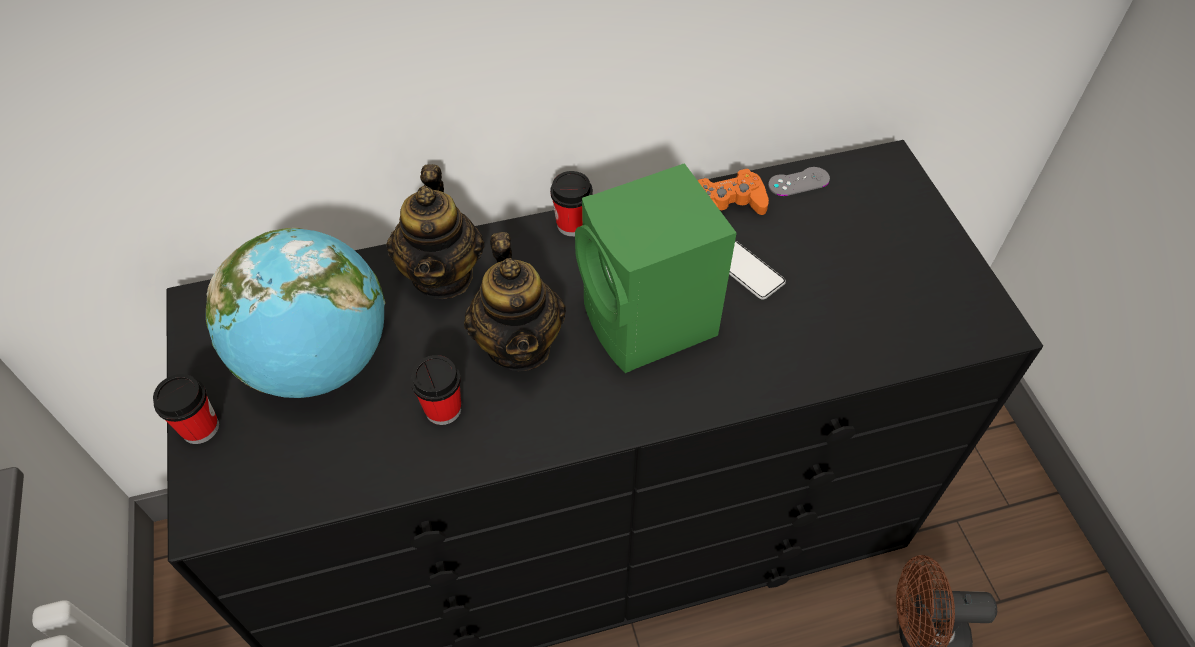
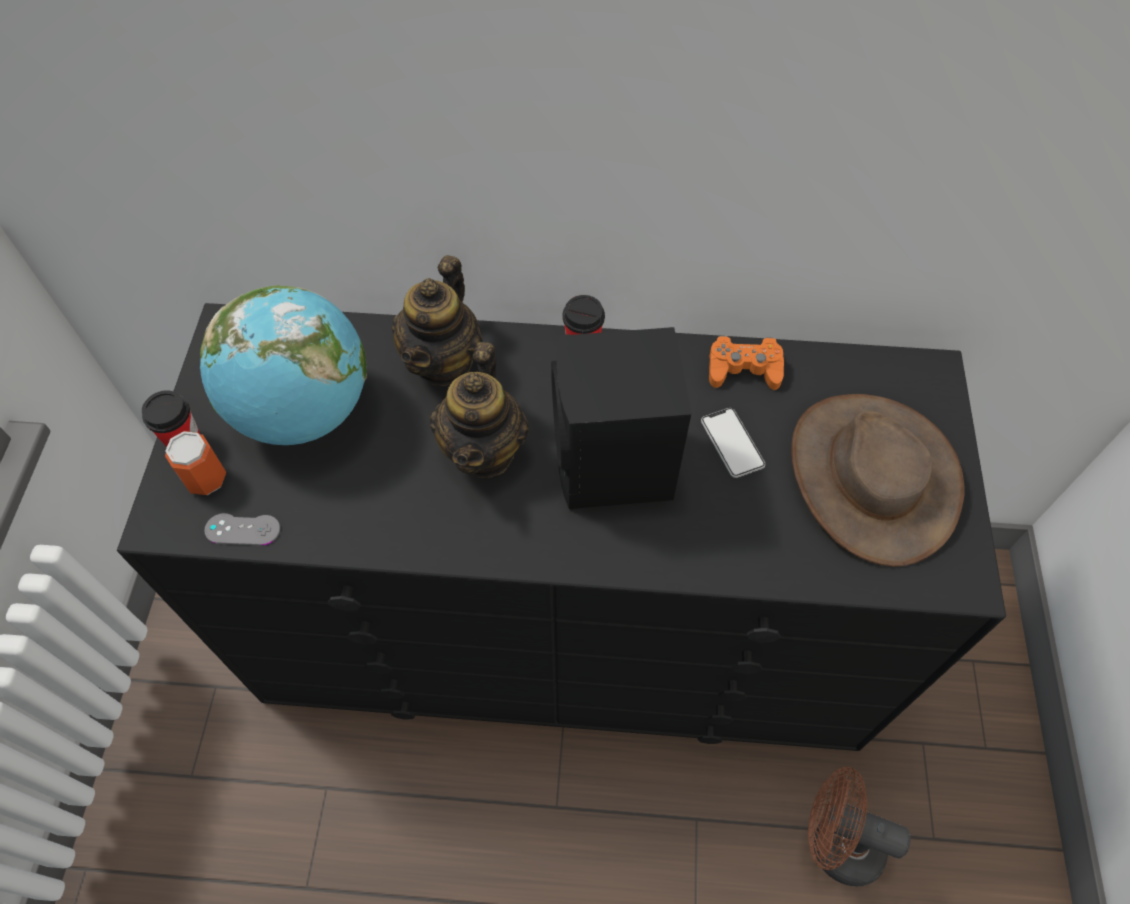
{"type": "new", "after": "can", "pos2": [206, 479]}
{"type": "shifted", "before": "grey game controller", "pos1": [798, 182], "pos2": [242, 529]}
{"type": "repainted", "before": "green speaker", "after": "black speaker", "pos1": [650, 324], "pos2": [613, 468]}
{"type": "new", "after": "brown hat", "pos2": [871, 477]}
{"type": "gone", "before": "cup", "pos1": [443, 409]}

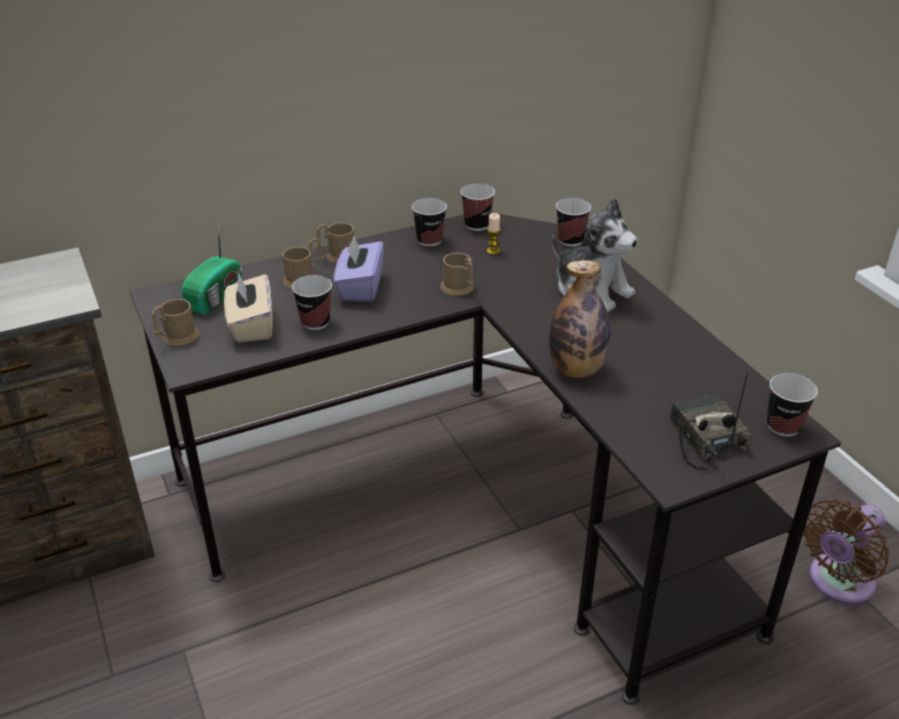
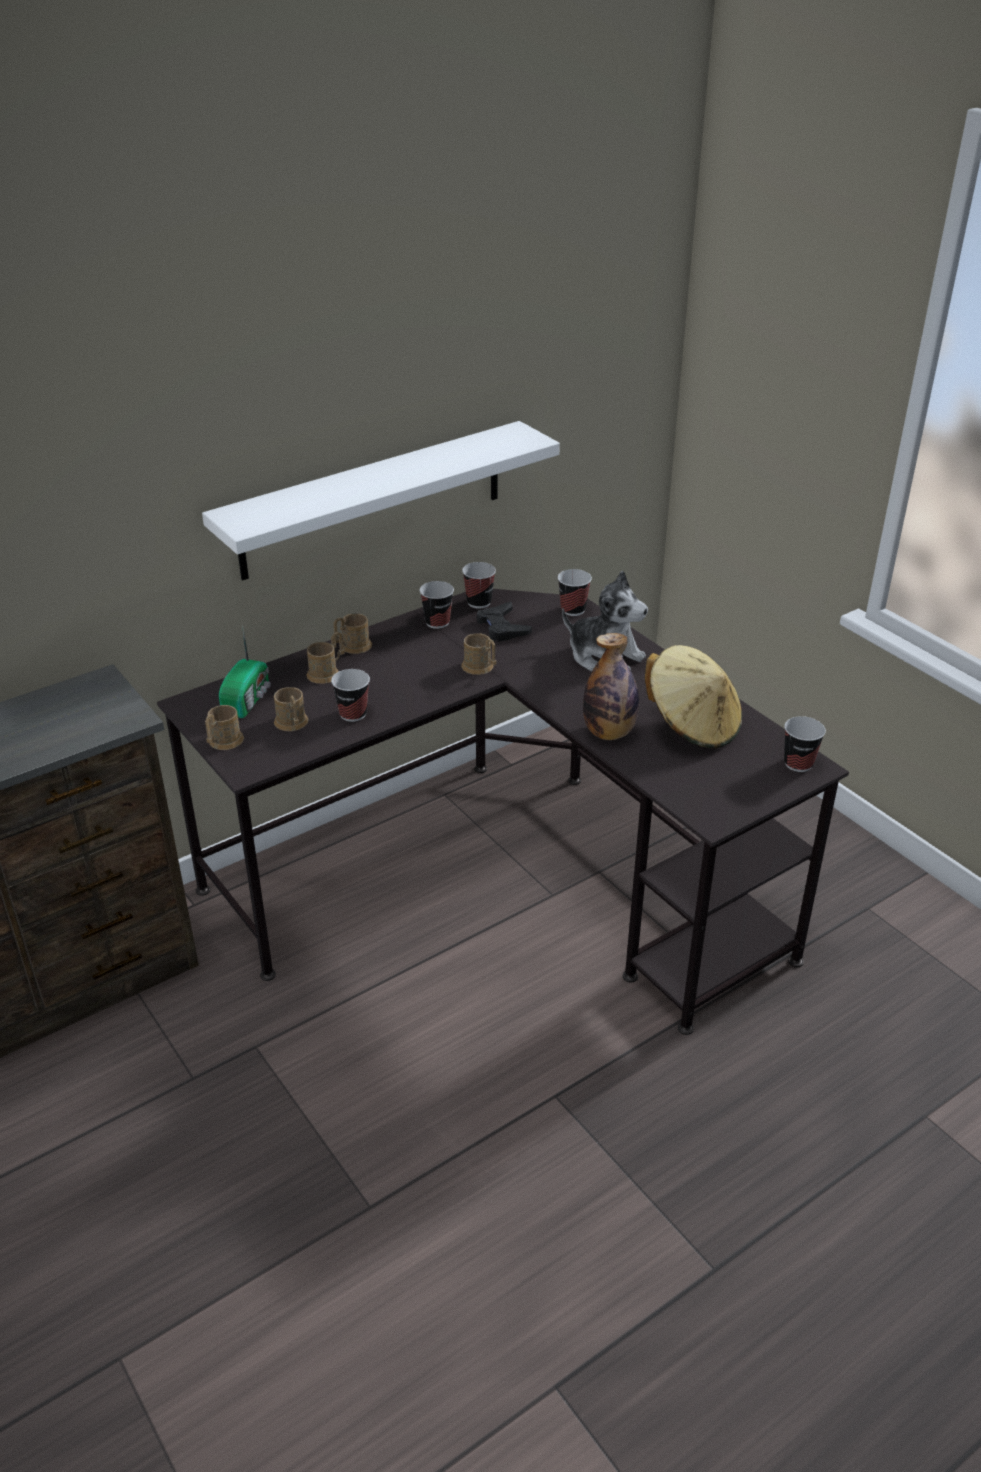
{"type": "new", "after": "white shelf", "pos2": [373, 500]}
{"type": "swapped", "before": "beige tissue box", "after": "brown mug", "pos1": [251, 326], "pos2": [292, 724]}
{"type": "swapped", "before": "candle", "after": "black game controller", "pos1": [493, 251], "pos2": [502, 627]}
{"type": "new", "after": "beige hat", "pos2": [692, 725]}
{"type": "gone", "before": "purple tissue box", "pos1": [360, 287]}
{"type": "gone", "before": "radio", "pos1": [703, 438]}
{"type": "gone", "before": "brown fan", "pos1": [837, 583]}

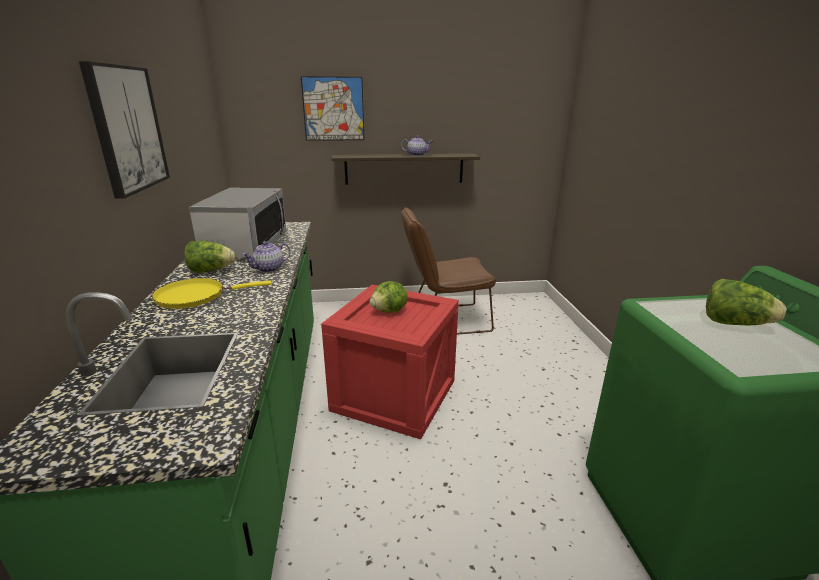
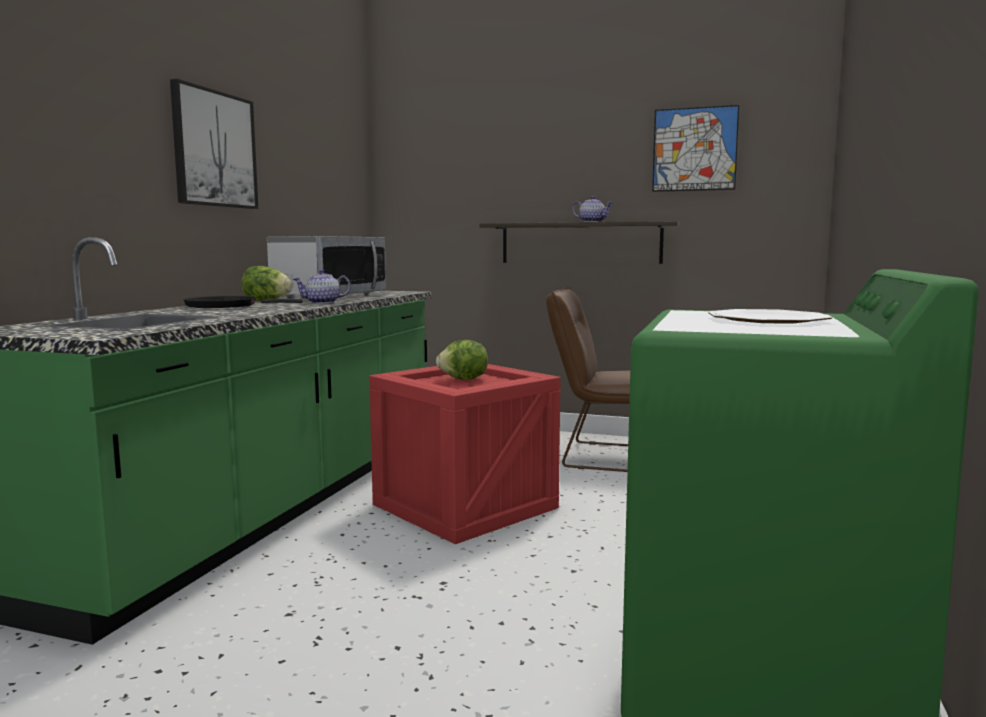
{"type": "repainted", "before": "yellow frying pan", "after": "black frying pan", "pos1": [195, 296], "pos2": [226, 306]}
{"type": "shifted", "before": "picture", "pos1": [333, 109], "pos2": [694, 149]}
{"type": "swapped", "before": "lettuce", "after": "plate", "pos1": [734, 323], "pos2": [767, 319]}

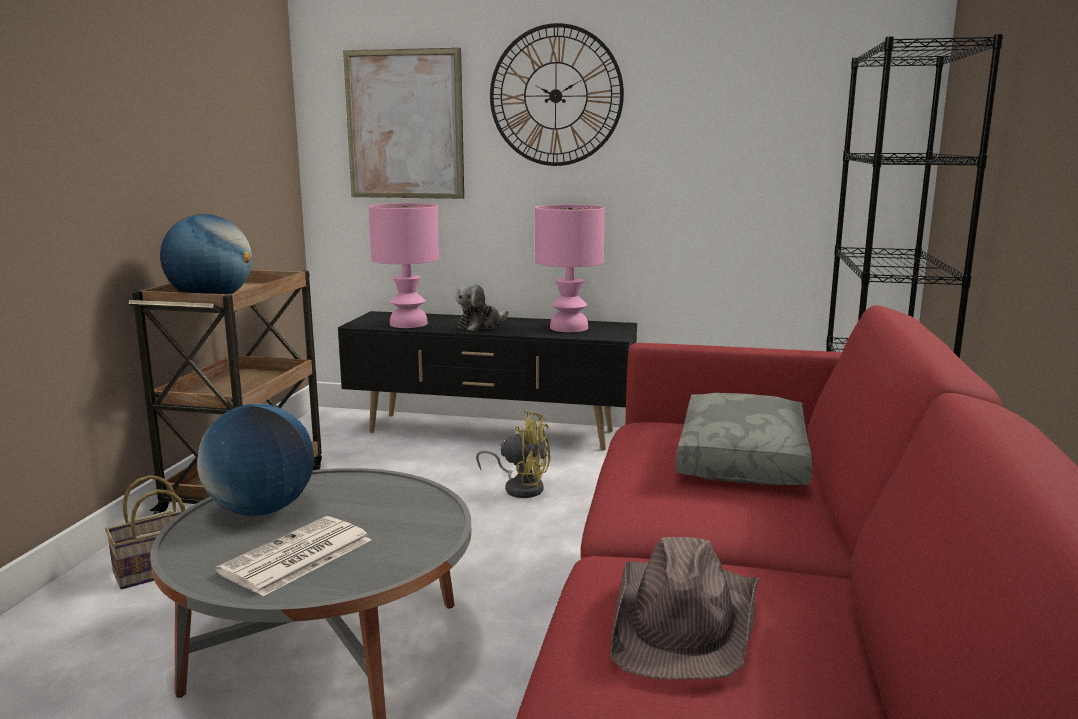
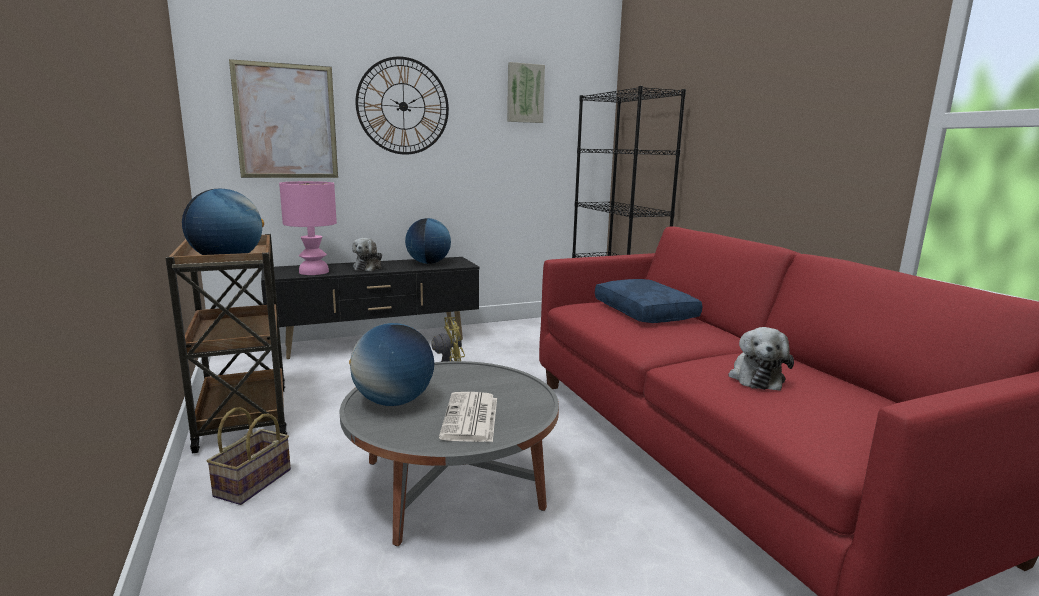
{"type": "swapped", "before": "pink table lamp", "after": "globe", "pos1": [568, 328], "pos2": [428, 263]}
{"type": "new", "after": "picture", "pos2": [524, 93]}
{"type": "repainted", "before": "grey pillow", "after": "blue pillow", "pos1": [745, 459], "pos2": [646, 312]}
{"type": "swapped", "before": "brown hat", "after": "plush toy", "pos1": [686, 621], "pos2": [755, 377]}

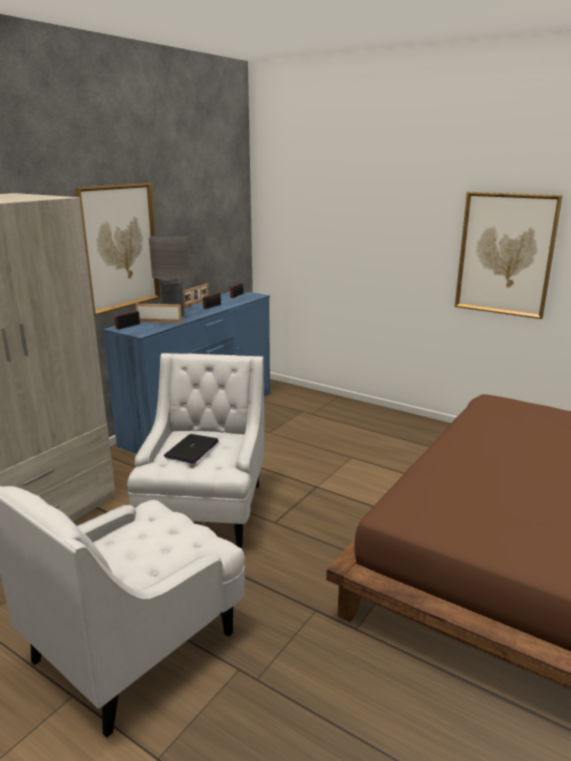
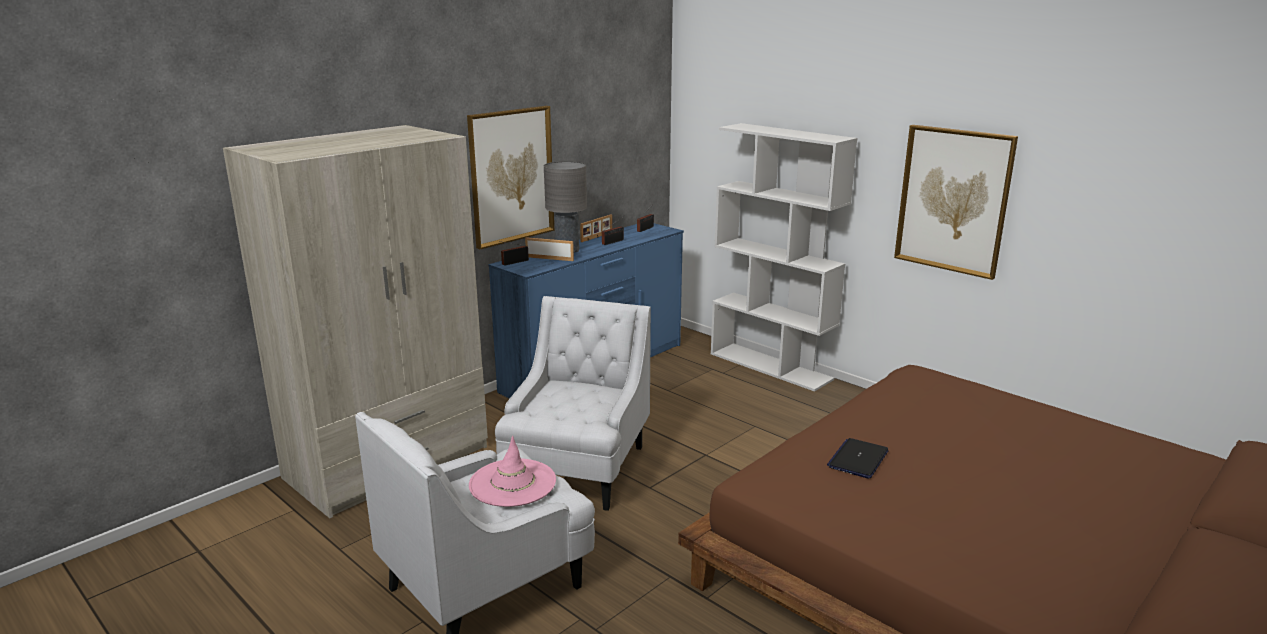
{"type": "new", "after": "pink hat", "pos2": [512, 483]}
{"type": "new", "after": "white bookcase", "pos2": [771, 366]}
{"type": "shifted", "before": "laptop", "pos1": [192, 449], "pos2": [858, 459]}

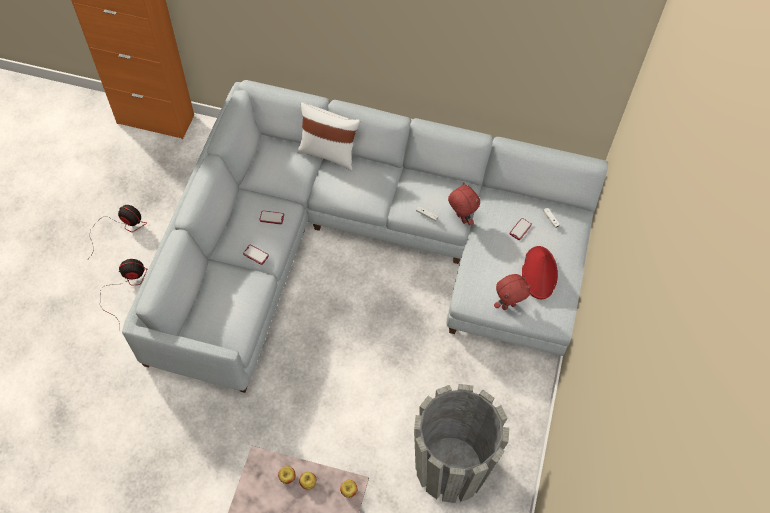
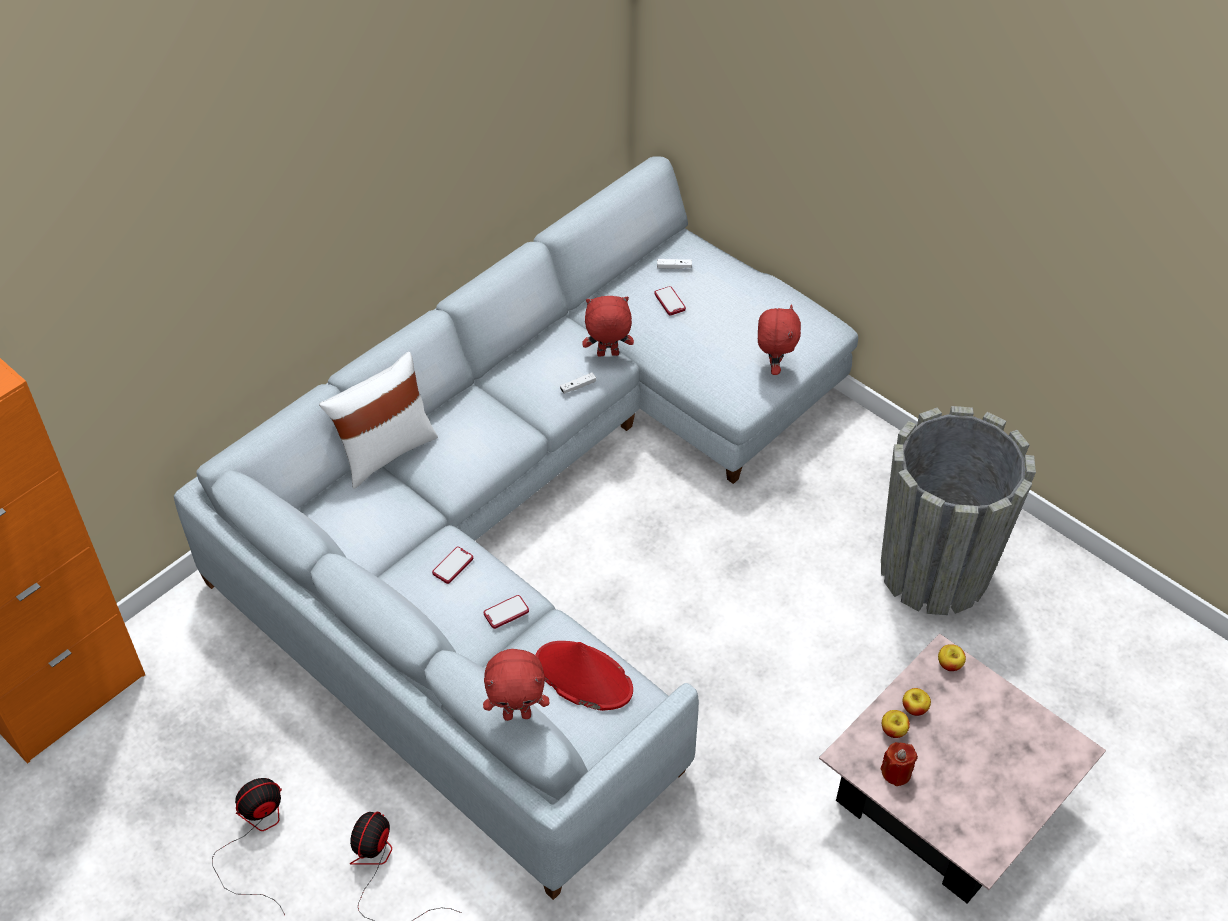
{"type": "new", "after": "red plush toy", "pos2": [517, 714]}
{"type": "shifted", "before": "red hat", "pos1": [539, 273], "pos2": [582, 676]}
{"type": "new", "after": "red candle", "pos2": [896, 772]}

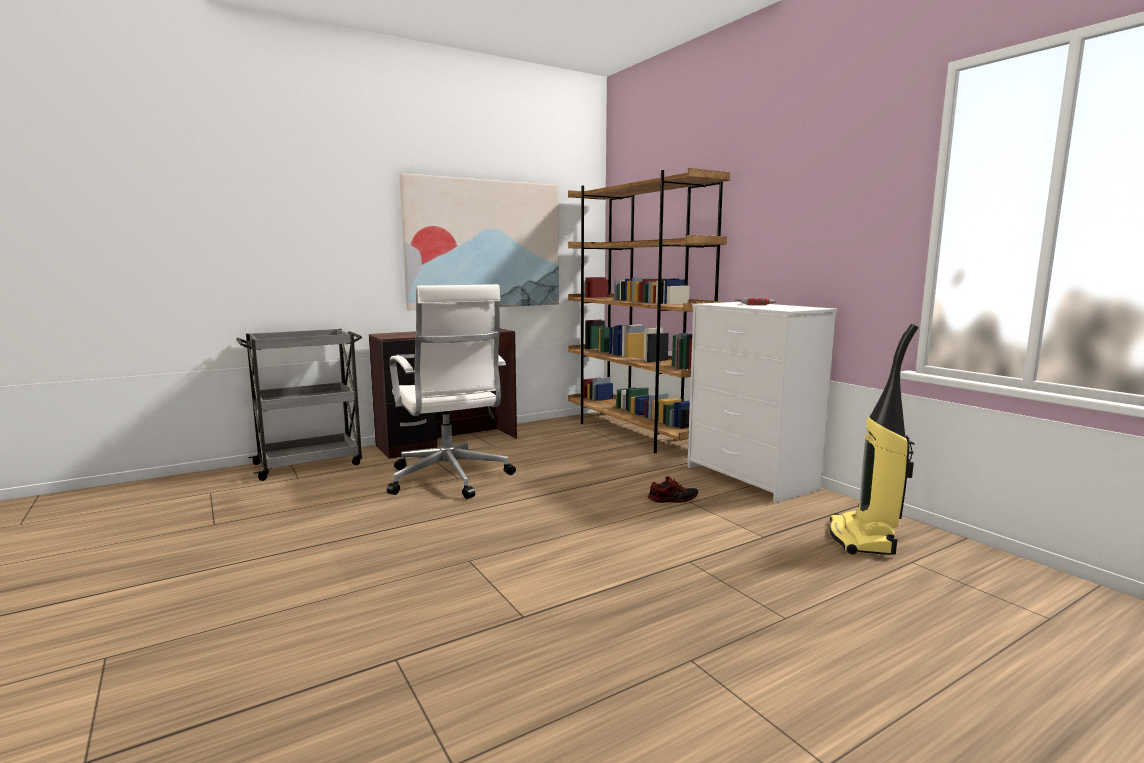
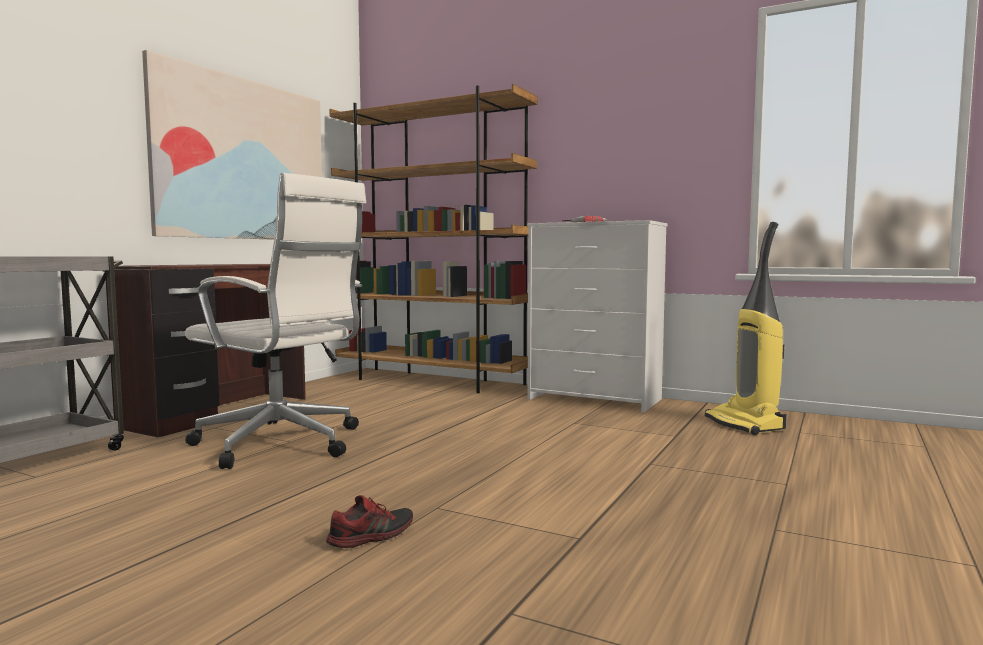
{"type": "shifted", "before": "shoe", "pos1": [672, 499], "pos2": [371, 536]}

